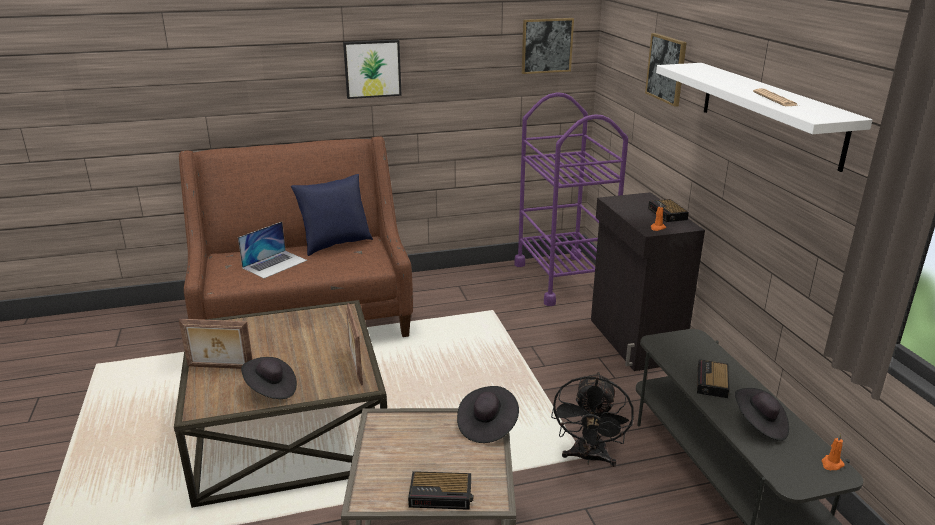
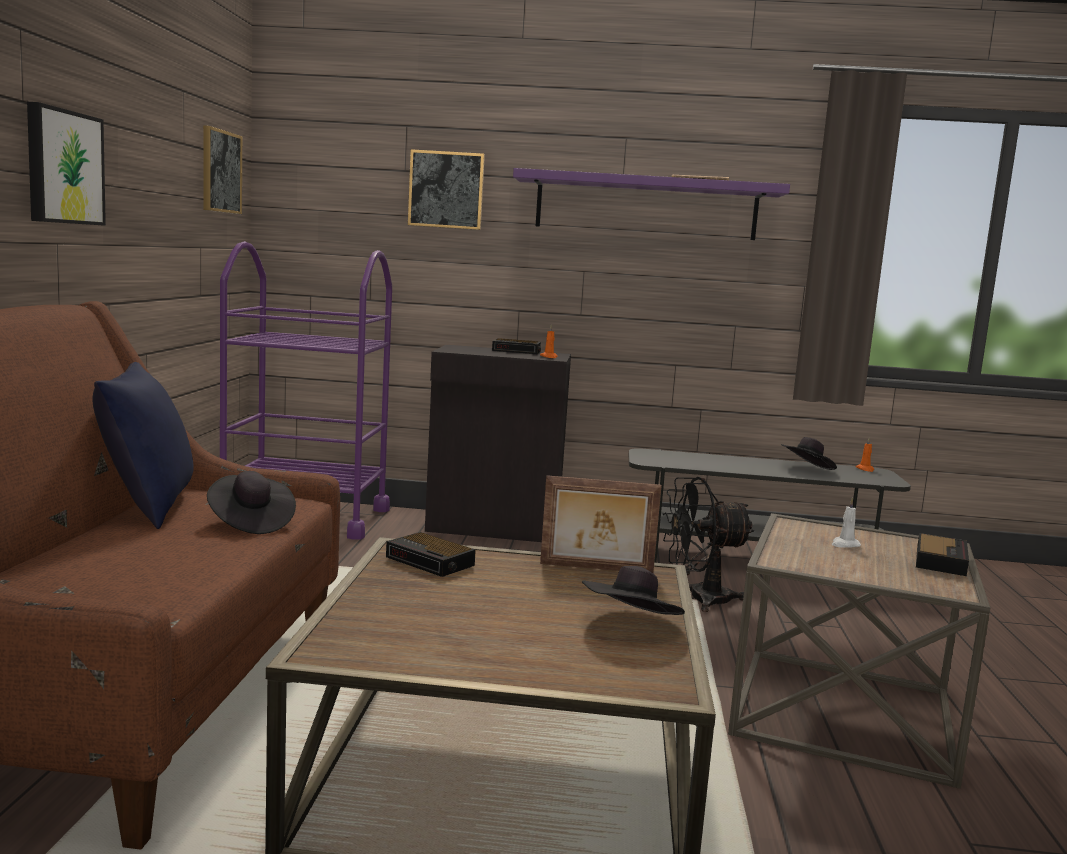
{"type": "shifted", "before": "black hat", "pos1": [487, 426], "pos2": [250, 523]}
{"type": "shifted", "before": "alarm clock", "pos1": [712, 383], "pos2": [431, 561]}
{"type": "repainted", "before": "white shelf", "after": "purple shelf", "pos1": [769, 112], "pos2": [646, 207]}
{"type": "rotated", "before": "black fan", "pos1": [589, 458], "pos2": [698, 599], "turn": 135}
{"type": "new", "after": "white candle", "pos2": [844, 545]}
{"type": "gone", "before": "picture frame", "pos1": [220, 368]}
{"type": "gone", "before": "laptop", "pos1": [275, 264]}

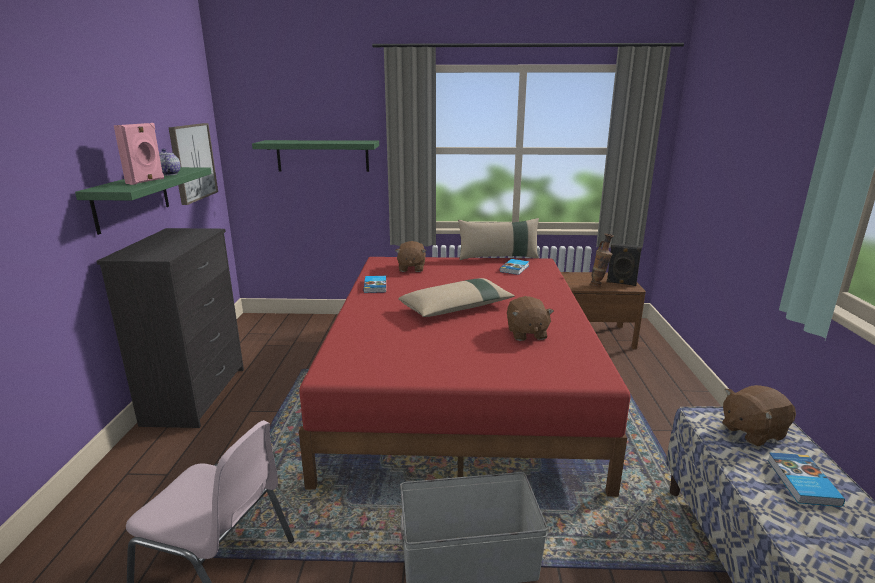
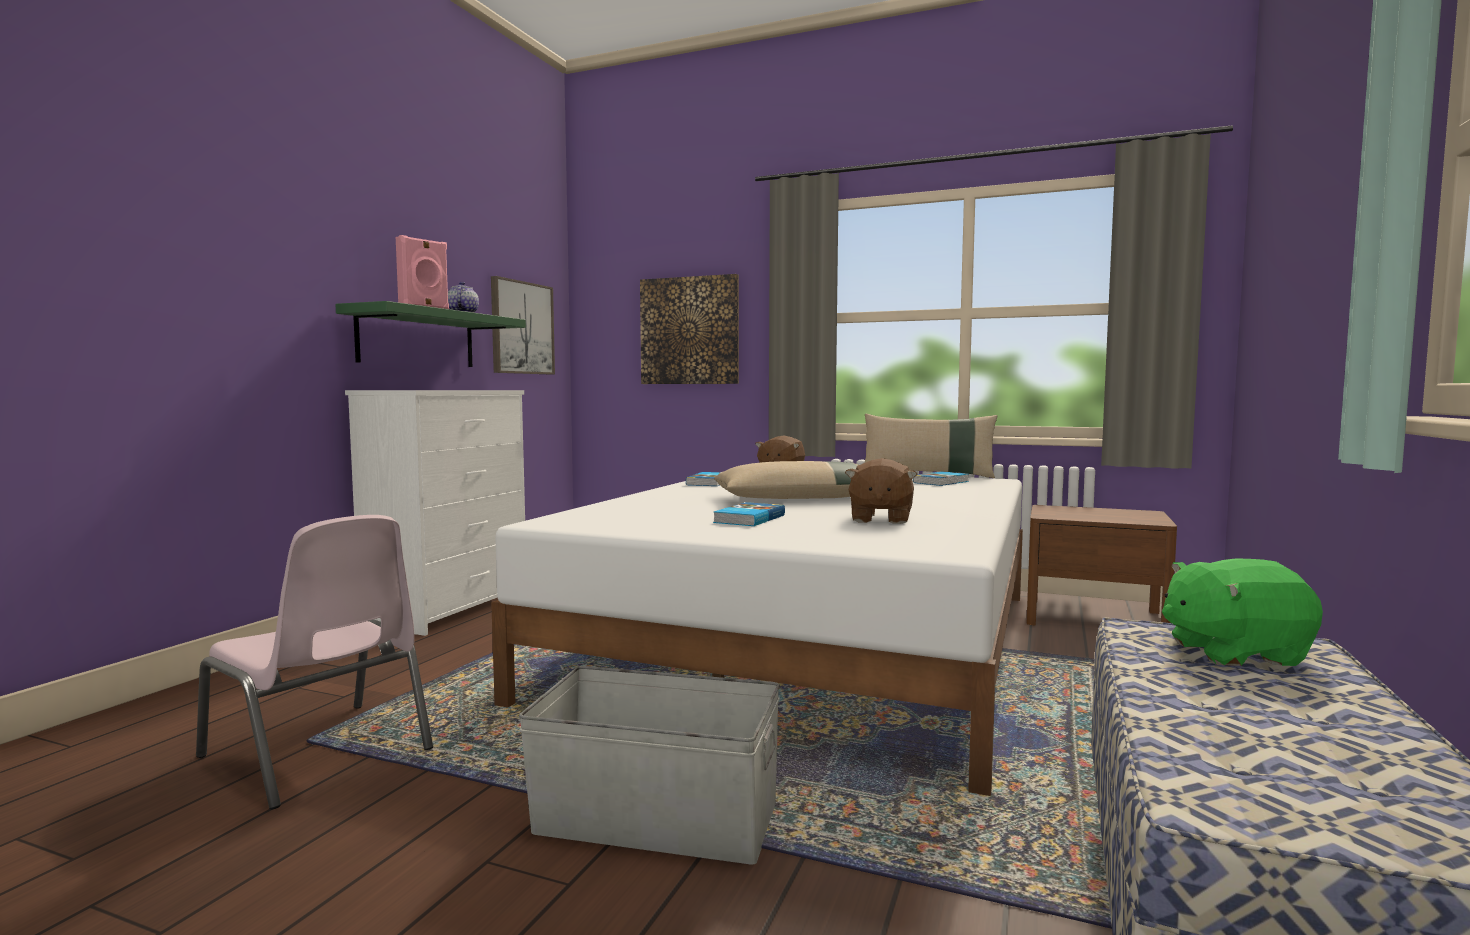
{"type": "repainted", "before": "black dresser", "after": "white dresser", "pos1": [197, 395], "pos2": [451, 609]}
{"type": "repainted", "before": "red bed", "after": "white bed", "pos1": [460, 386], "pos2": [812, 642]}
{"type": "swapped", "before": "green shelf", "after": "picture", "pos1": [322, 156], "pos2": [689, 331]}
{"type": "shifted", "before": "book", "pos1": [801, 482], "pos2": [748, 519]}
{"type": "repainted", "before": "brown plush toy", "after": "green plush toy", "pos1": [752, 431], "pos2": [1233, 653]}
{"type": "gone", "before": "vase", "pos1": [599, 286]}
{"type": "gone", "before": "black speaker", "pos1": [621, 283]}

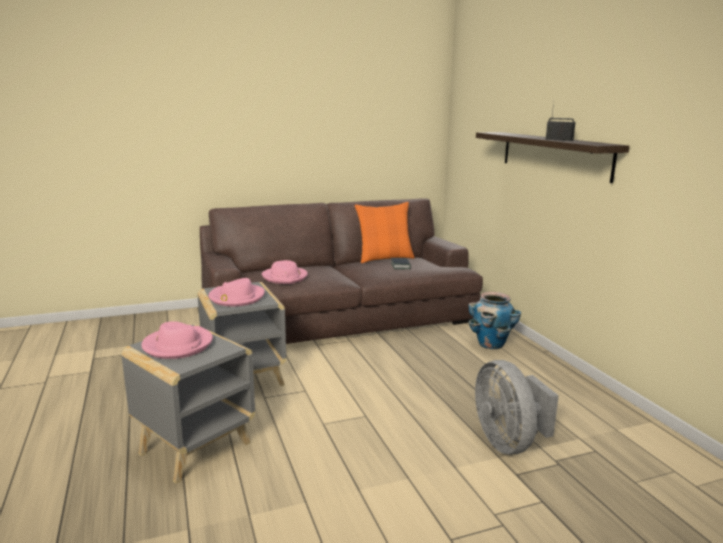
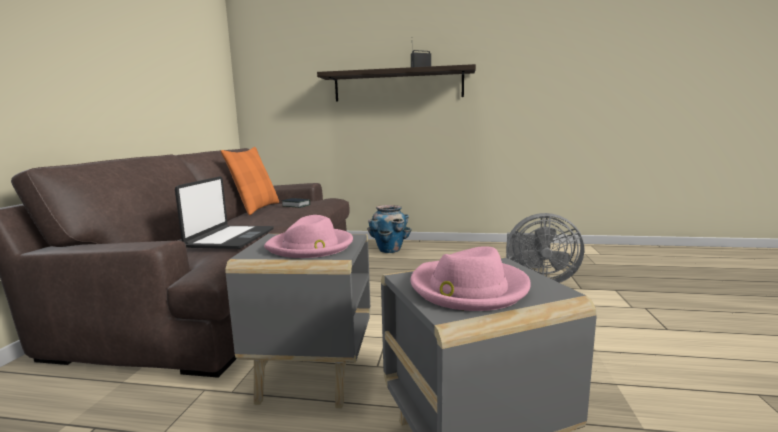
{"type": "swapped", "before": "pink hat", "after": "laptop", "pos1": [285, 277], "pos2": [230, 238]}

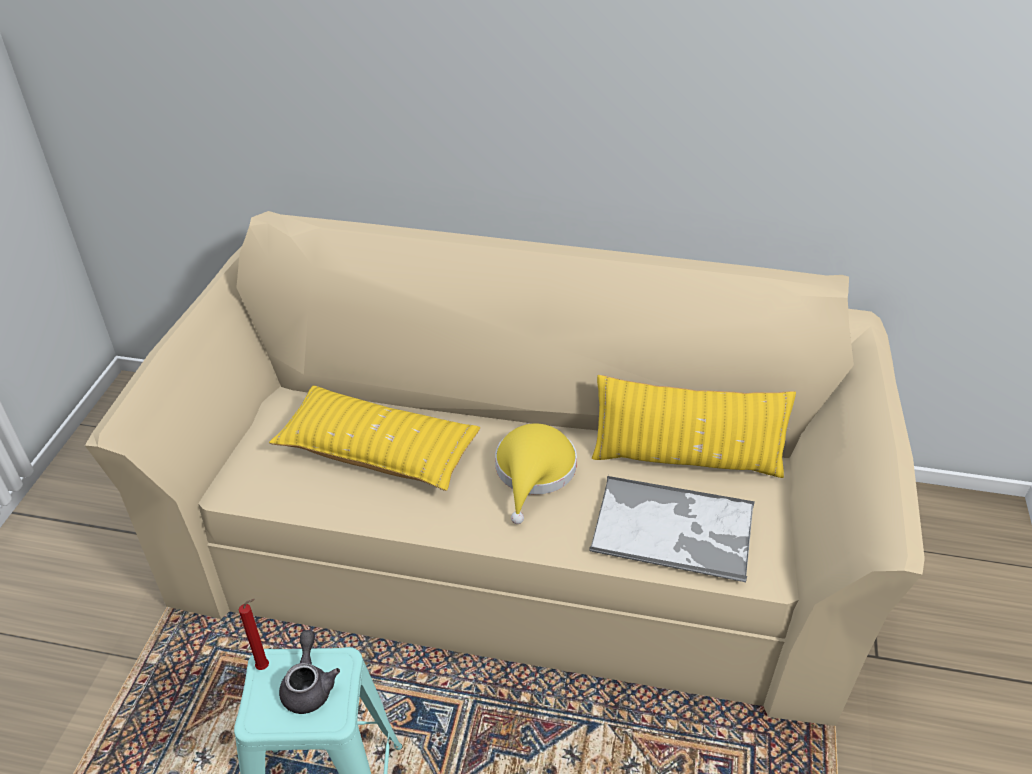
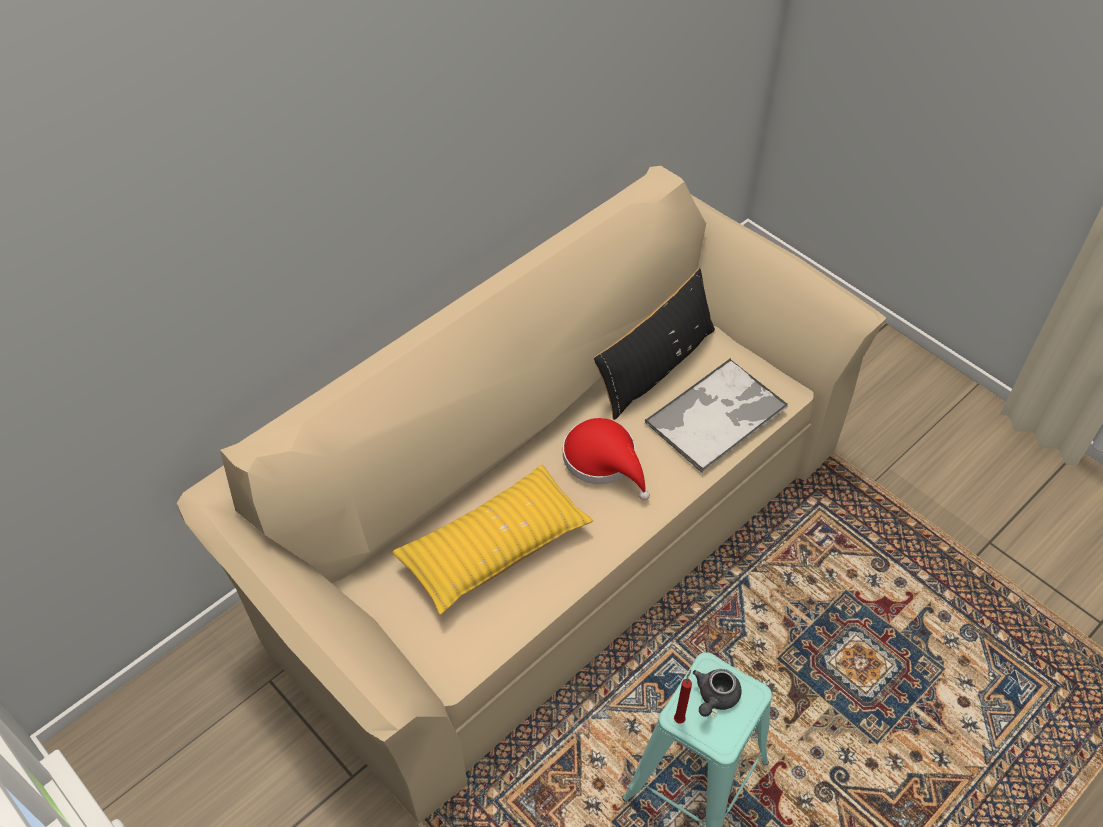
{"type": "repainted", "before": "yellow hat", "after": "red hat", "pos1": [534, 472], "pos2": [604, 460]}
{"type": "repainted", "before": "yellow pillow", "after": "black pillow", "pos1": [686, 458], "pos2": [655, 368]}
{"type": "rotated", "before": "grey teapot", "pos1": [309, 685], "pos2": [715, 697], "turn": -90}

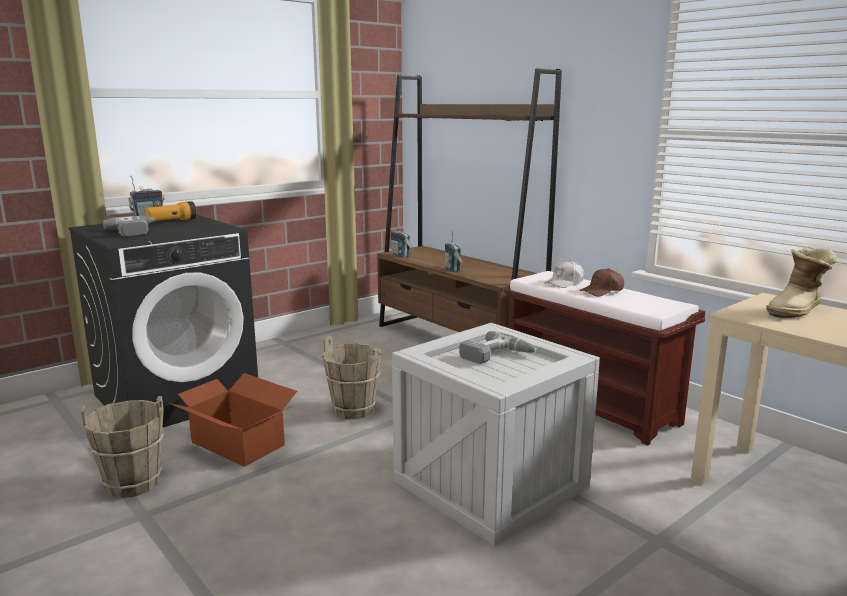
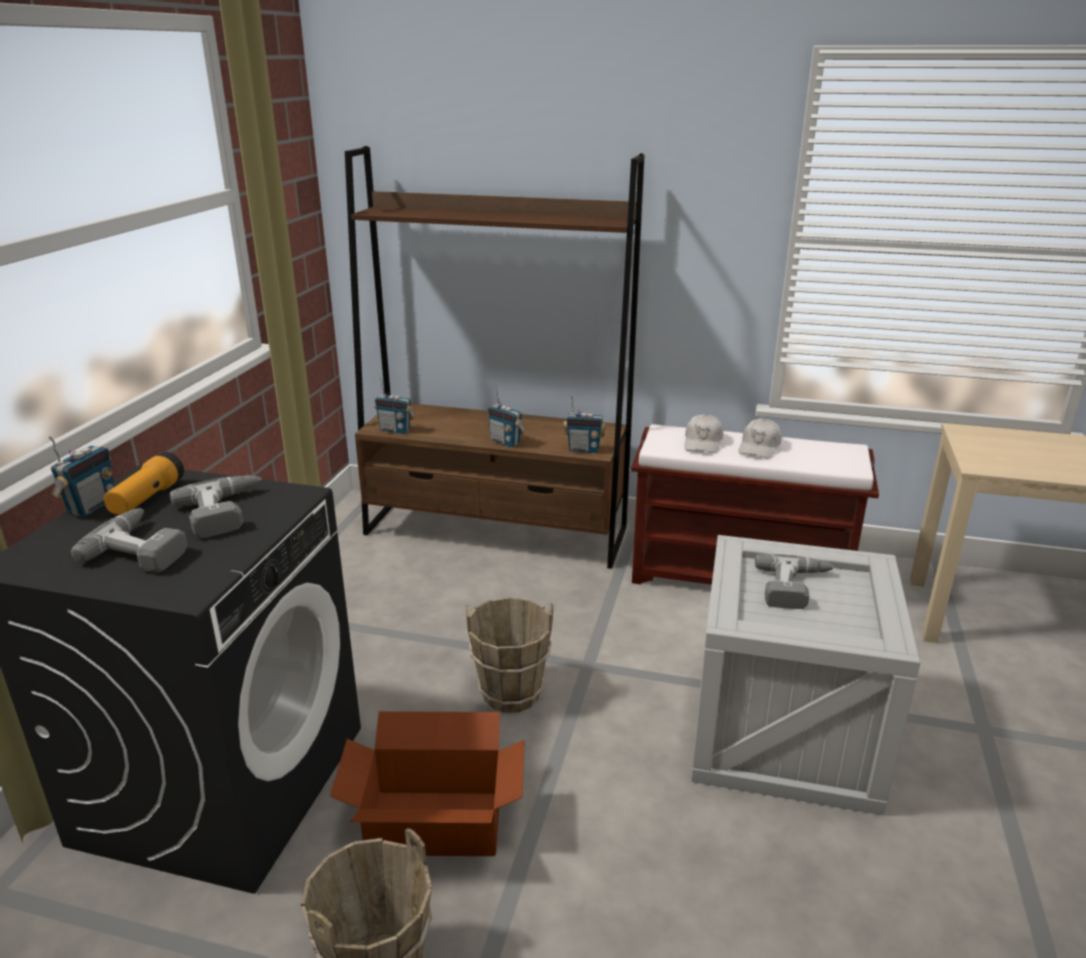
{"type": "new", "after": "power drill", "pos2": [226, 512]}
{"type": "new", "after": "radio", "pos2": [584, 449]}
{"type": "repainted", "before": "brown cap", "after": "white cap", "pos1": [602, 291], "pos2": [759, 447]}
{"type": "gone", "before": "boot", "pos1": [798, 310]}

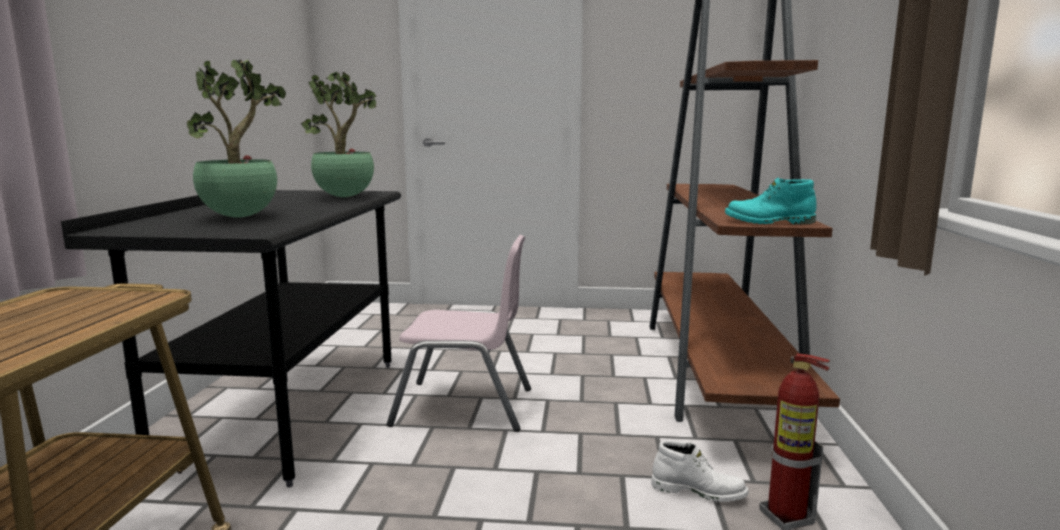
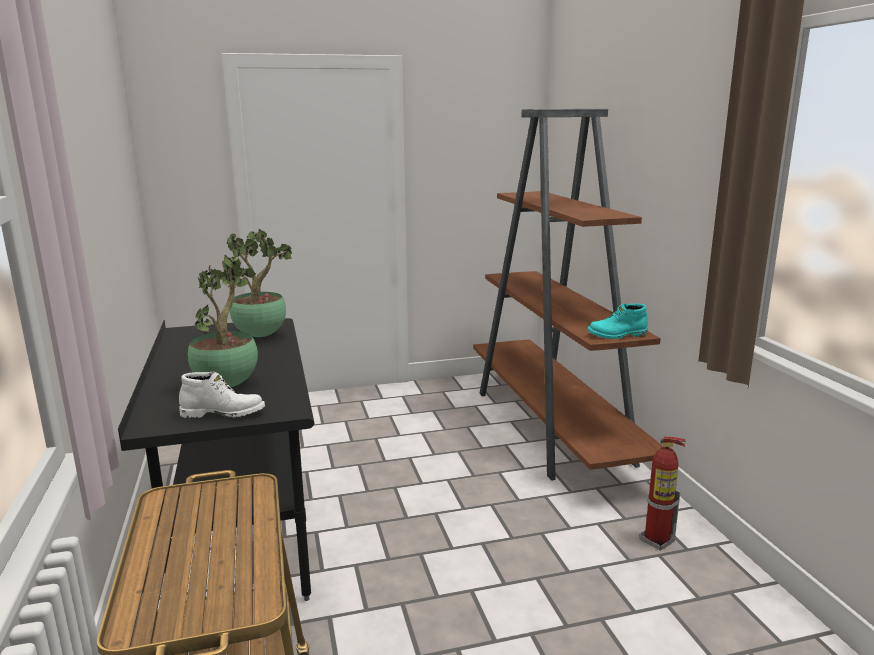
{"type": "shifted", "before": "white boot", "pos1": [698, 491], "pos2": [224, 413]}
{"type": "gone", "before": "pink chair", "pos1": [464, 407]}

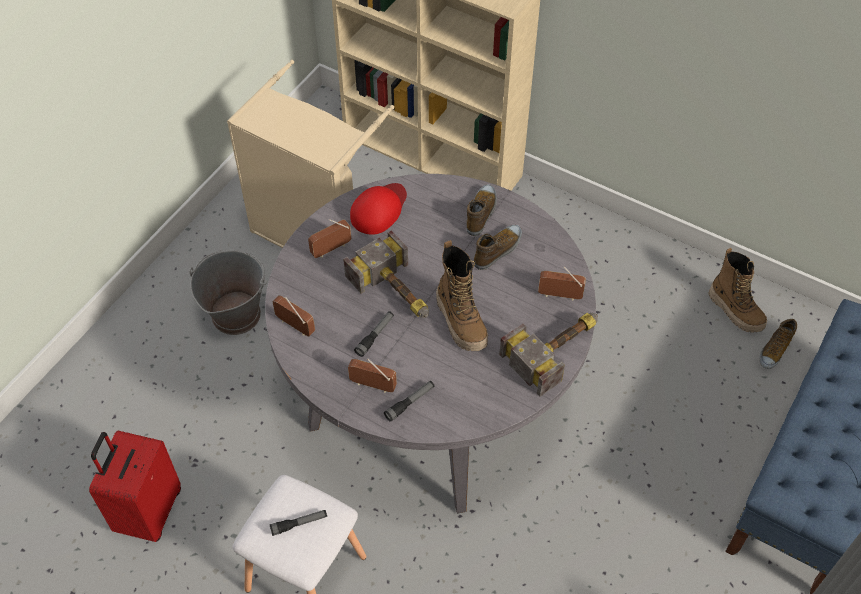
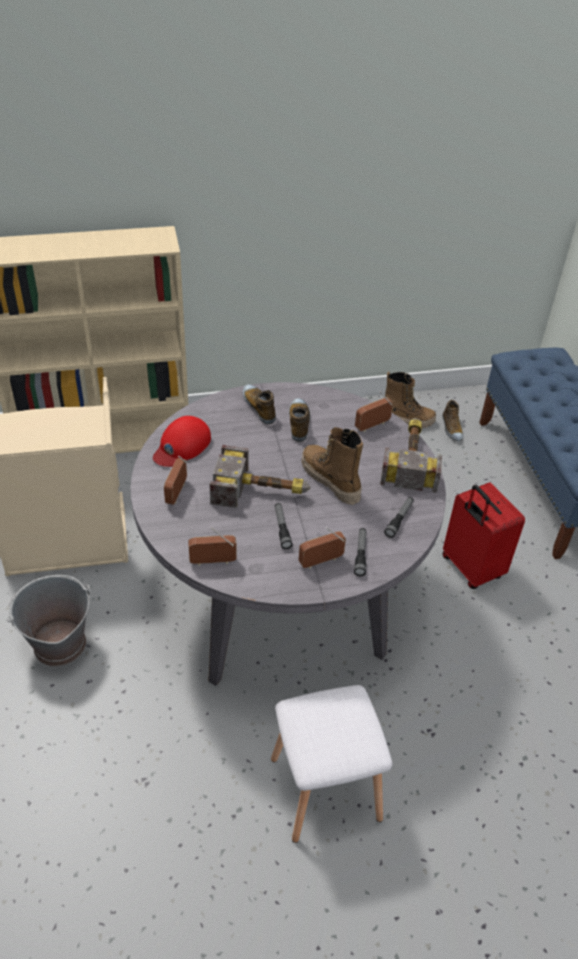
{"type": "rotated", "before": "red cap", "pos1": [379, 209], "pos2": [182, 446], "turn": -135}
{"type": "rotated", "before": "boot", "pos1": [461, 321], "pos2": [330, 481], "turn": -150}
{"type": "shifted", "before": "flashlight", "pos1": [299, 524], "pos2": [399, 519]}
{"type": "shifted", "before": "red suitcase", "pos1": [148, 511], "pos2": [470, 568]}

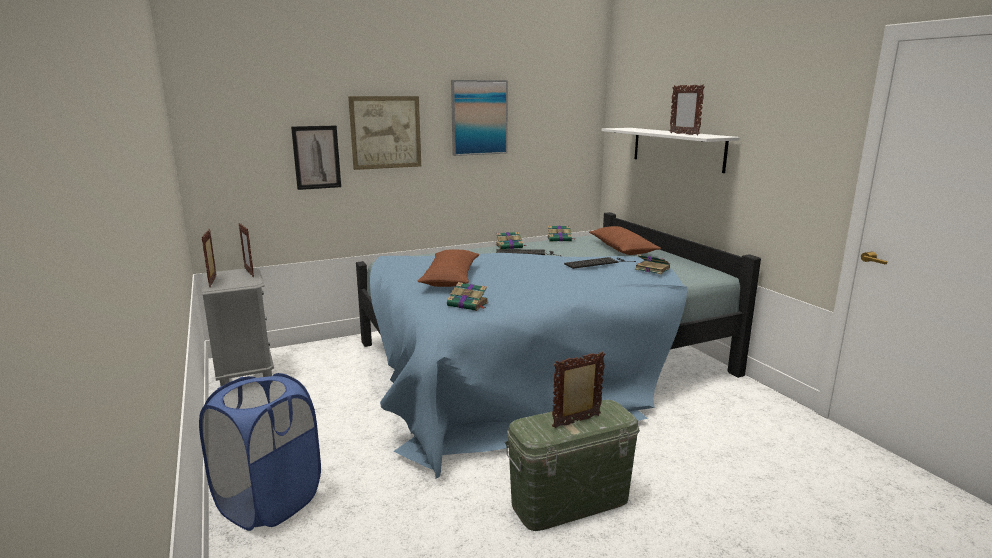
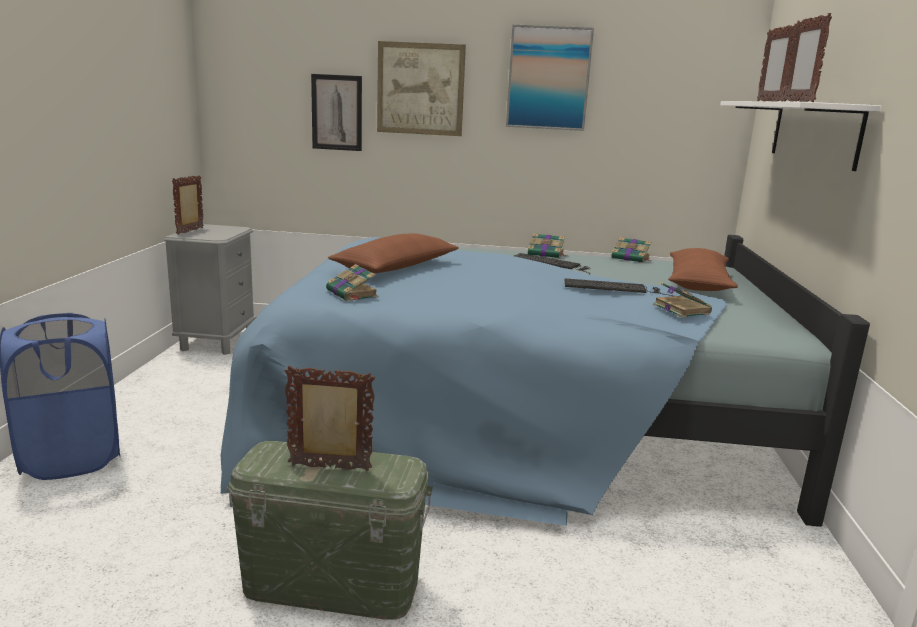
{"type": "shifted", "before": "picture frame", "pos1": [249, 272], "pos2": [769, 101]}

